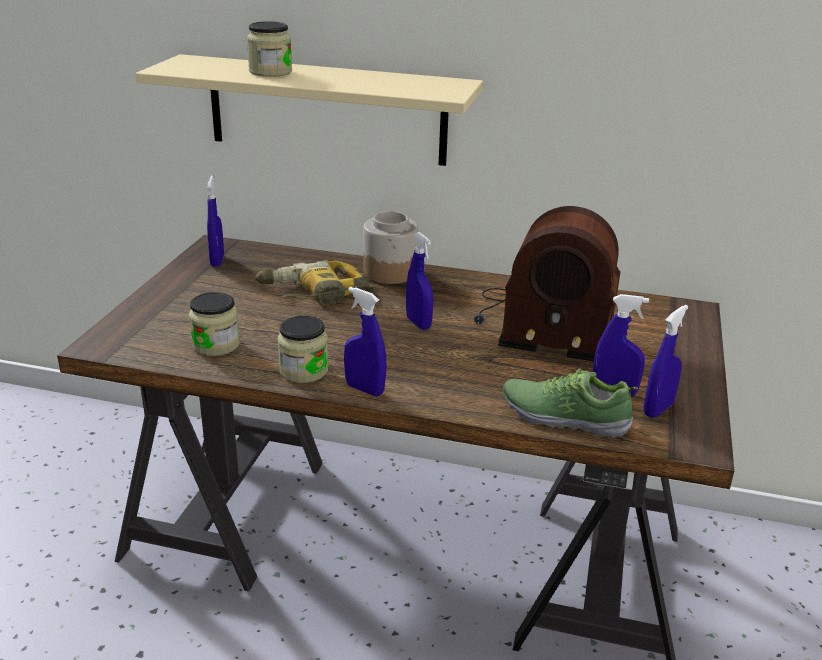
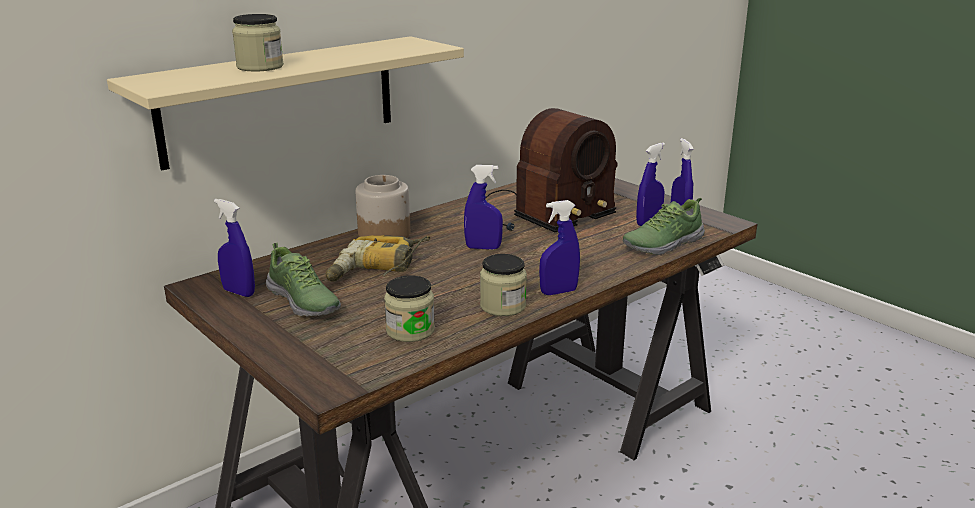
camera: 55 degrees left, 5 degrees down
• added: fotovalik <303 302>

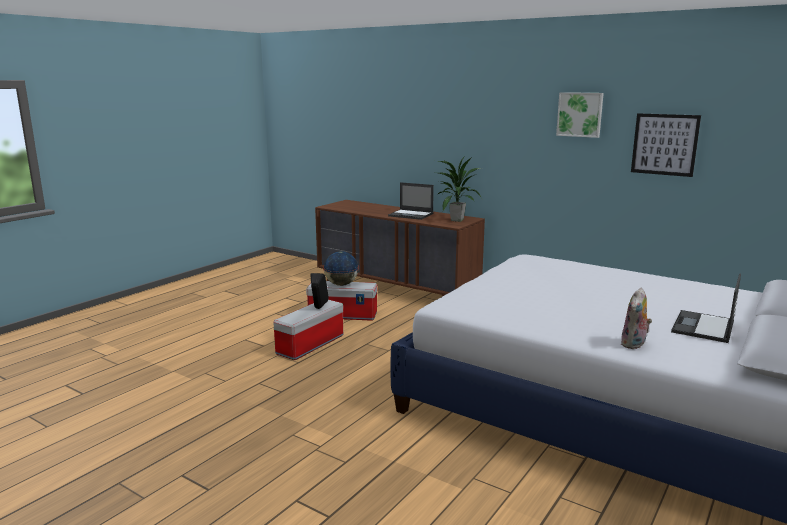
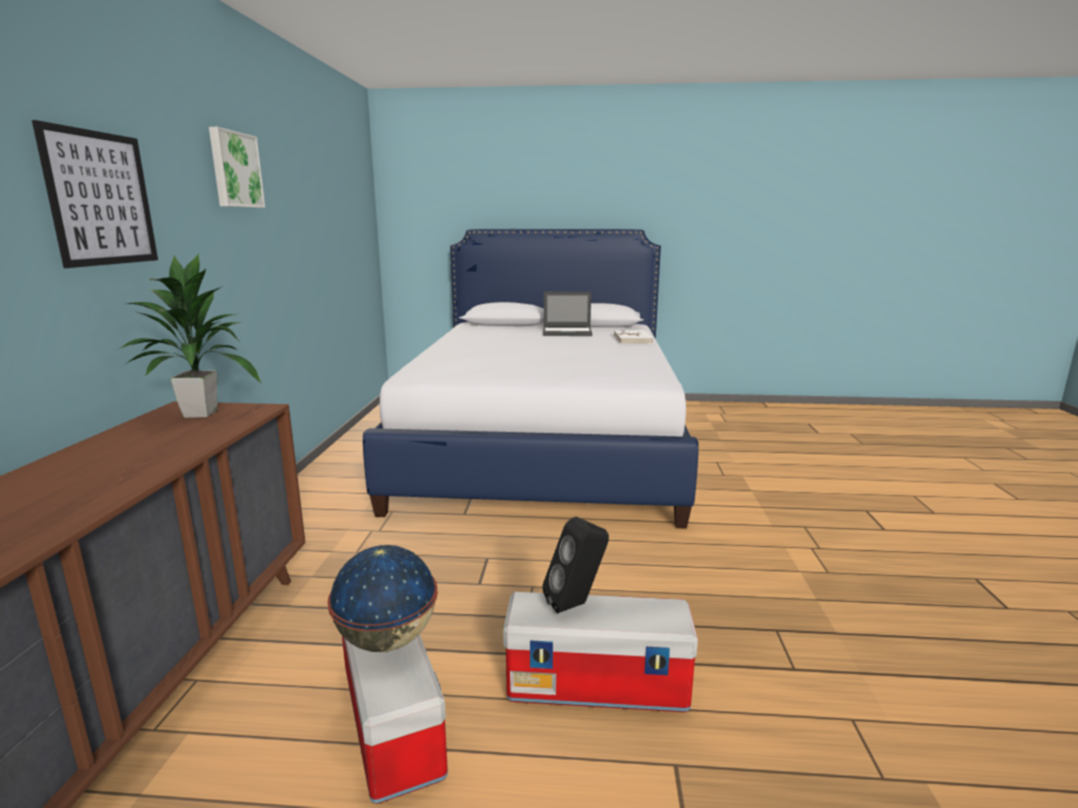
camera: 120 degrees left, 0 degrees up
• removed: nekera <411 215>
• replaced: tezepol <634 344> to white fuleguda <633 339>
• moved: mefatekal <664 144> to <101 199>

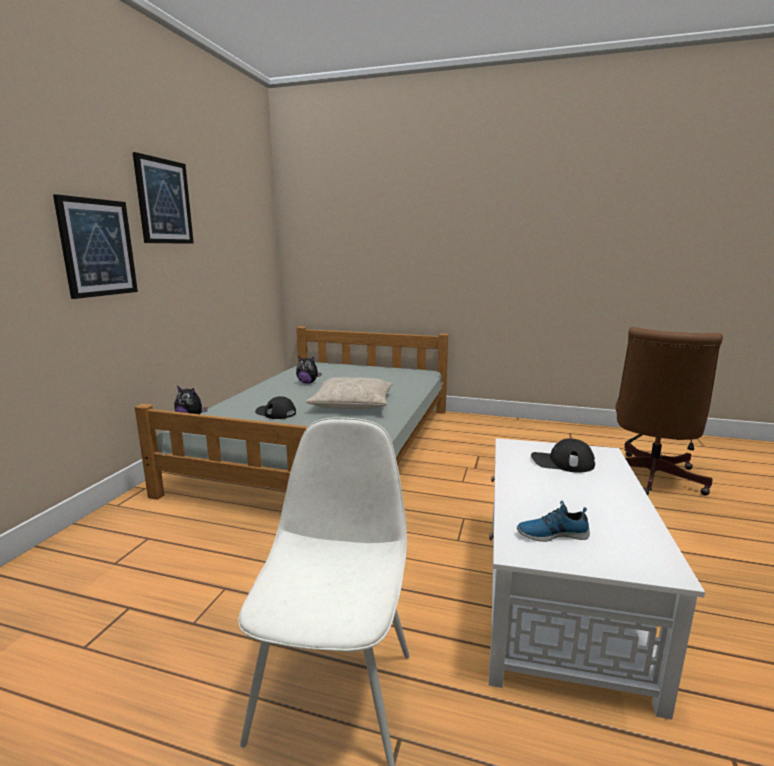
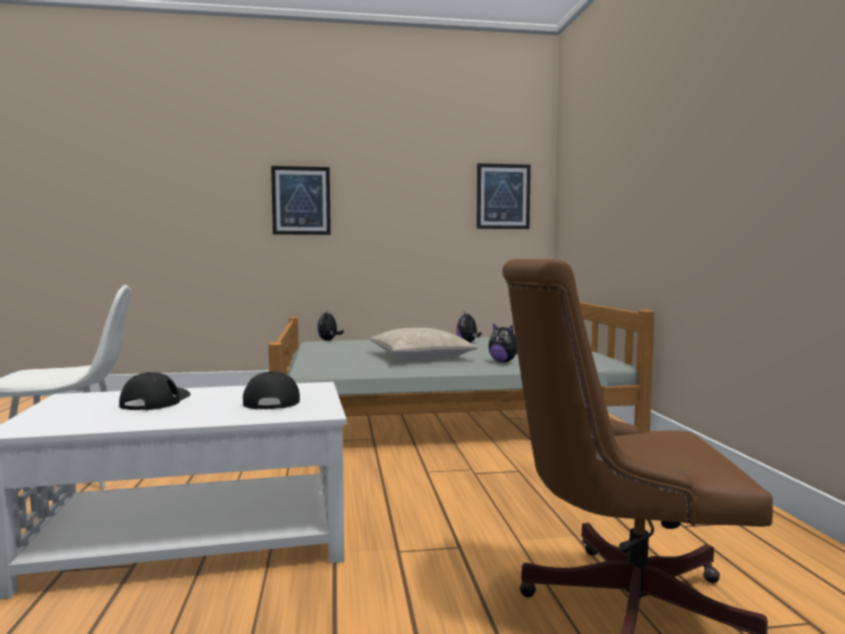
camera: 65 degrees right, 10 degrees down
• moved: mefatekal <164 201> to <503 196>
• moved: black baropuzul <275 413> to <156 401>
• removed: fotovalik <552 534>
• added: tezepol <503 362>

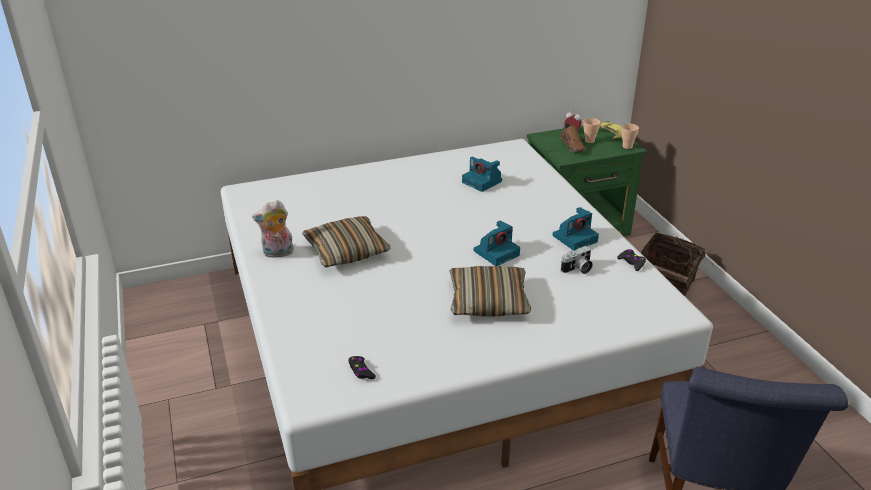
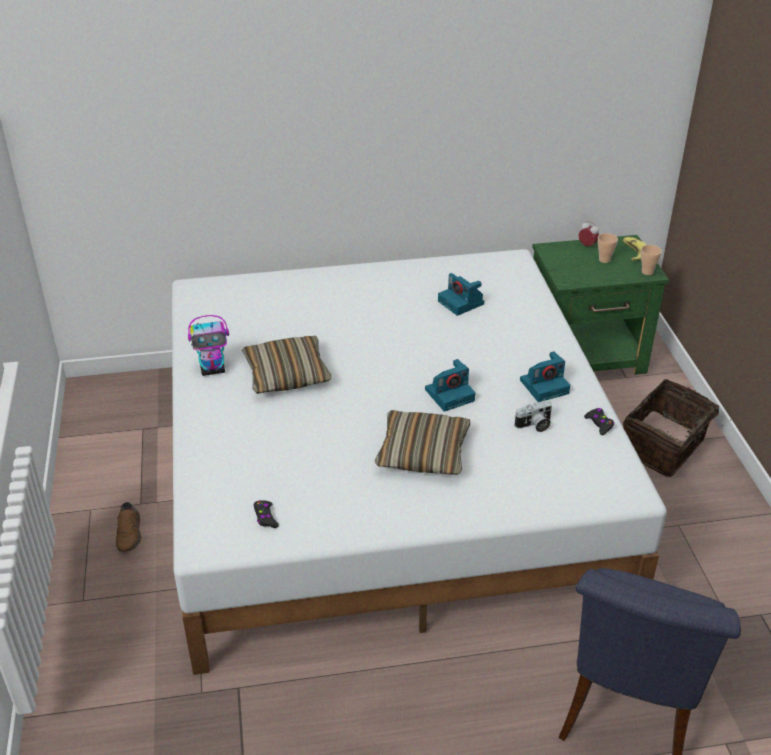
camera: 10 degrees right, 5 degrees up
• replaced: tezepol <277 253> to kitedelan <213 370>
• moved: brown fotovalik <573 145> to <130 533>

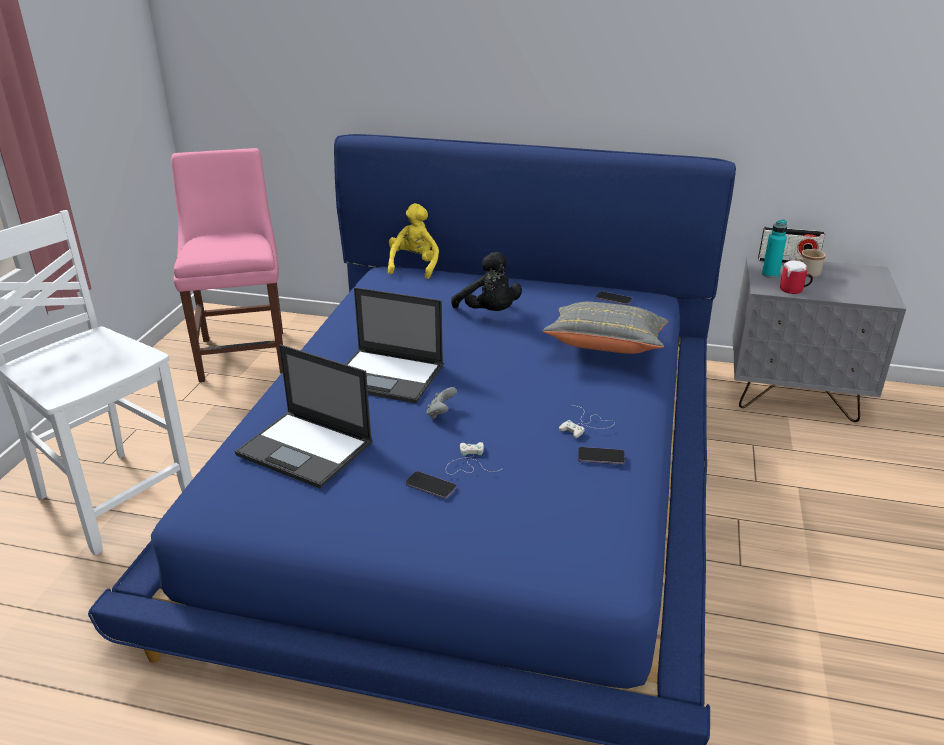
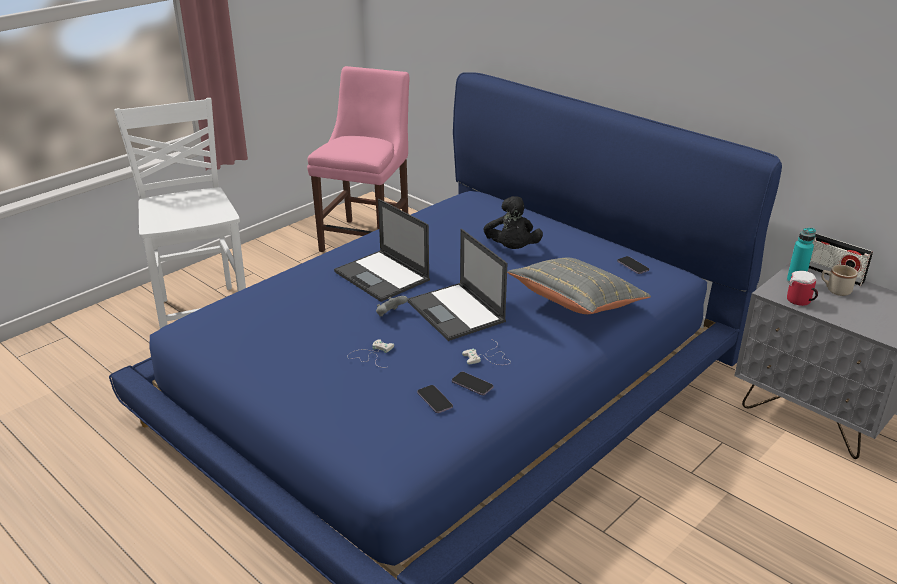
camera: 30 degrees right, 0 degrees up
• moved: nekera <306 449> to <457 312>
• removed: yellow tezepol <414 266>
• moved: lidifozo <430 486> to <434 400>

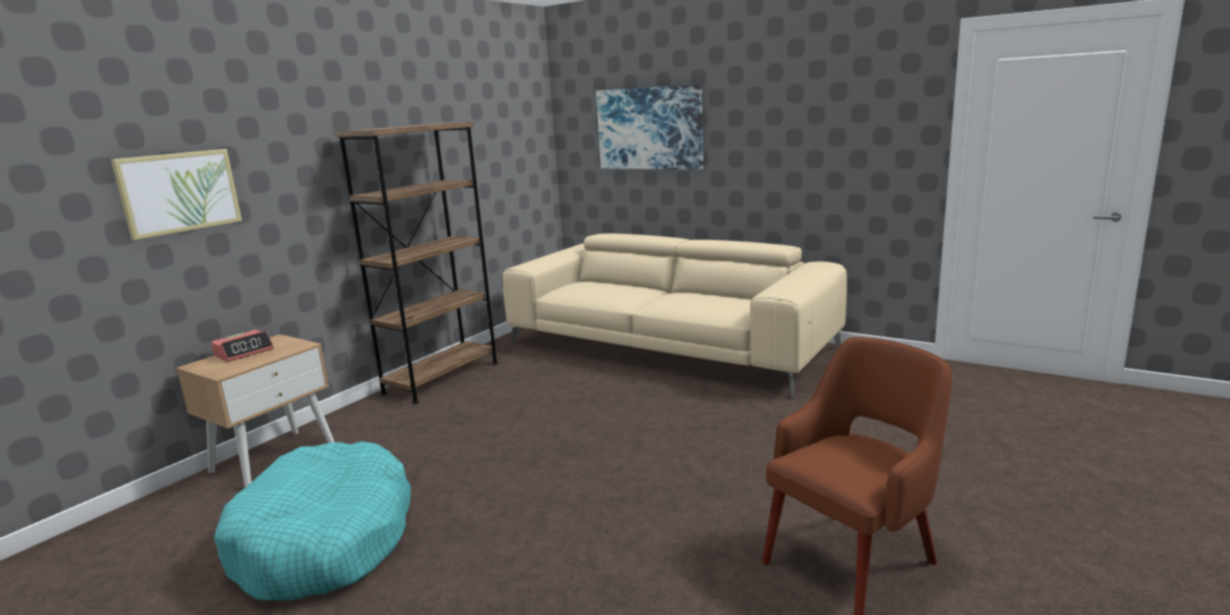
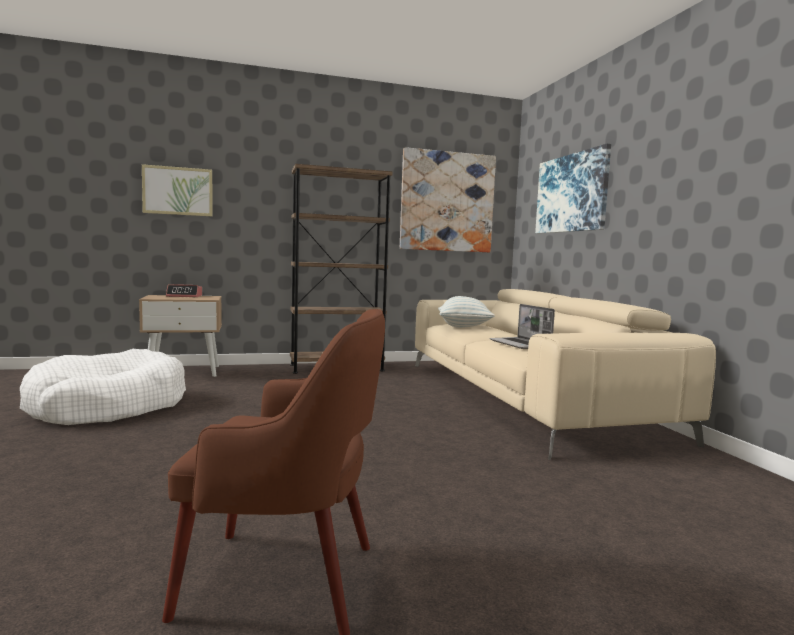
camera: 40 degrees right, 10 degrees down
• recoloured: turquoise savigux <325 541> to white savigux <108 406>
• added: mefatekal <447 202>
• added: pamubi <464 327>
• added: nekera <521 344>

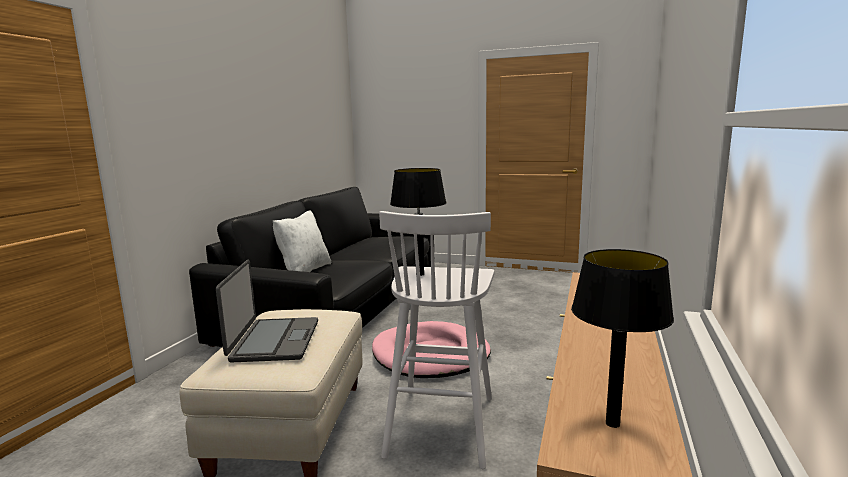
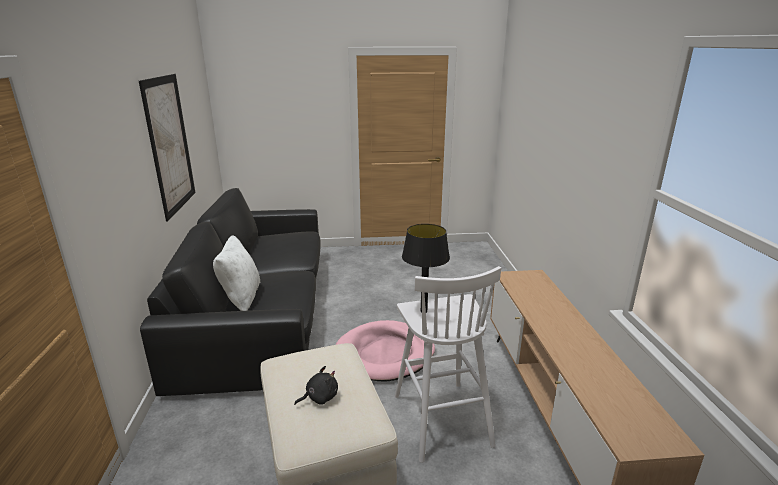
camera: 25 degrees left, 10 degrees up
• replaced: nekera <274 341> to black tezepol <319 397>
• removed: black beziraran <613 423>
• added: mefatekal <170 144>

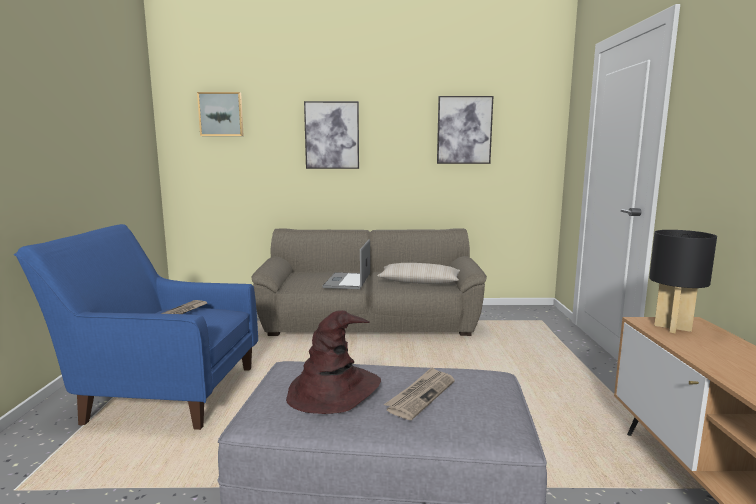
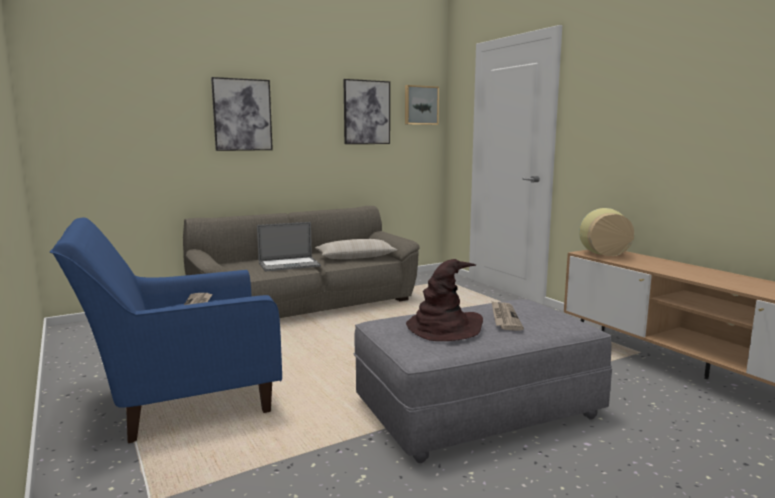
camera: 30 degrees left, 0 degrees up
• moved: mefatekal <221 114> to <420 105>
• turned: nekera <347 281> = <289 265> 90 degrees counterclockwise
• replaced: black beziraran <673 328> to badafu <602 254>

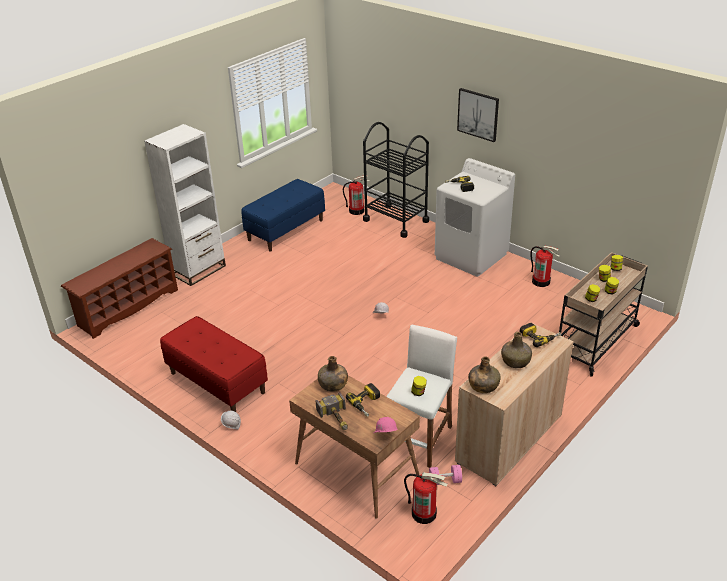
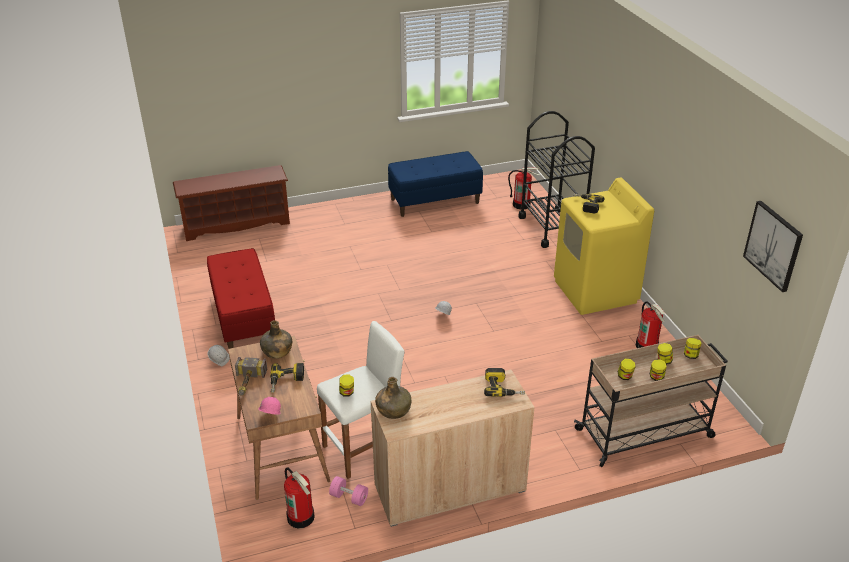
camera: 30 degrees right, 0 degrees up
• removed: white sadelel <198 270>
• recoloured: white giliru <471 256> to yellow giliru <595 291>
• moved: mefatekal <478 114> to <773 245>
• removed: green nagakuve <515 361>

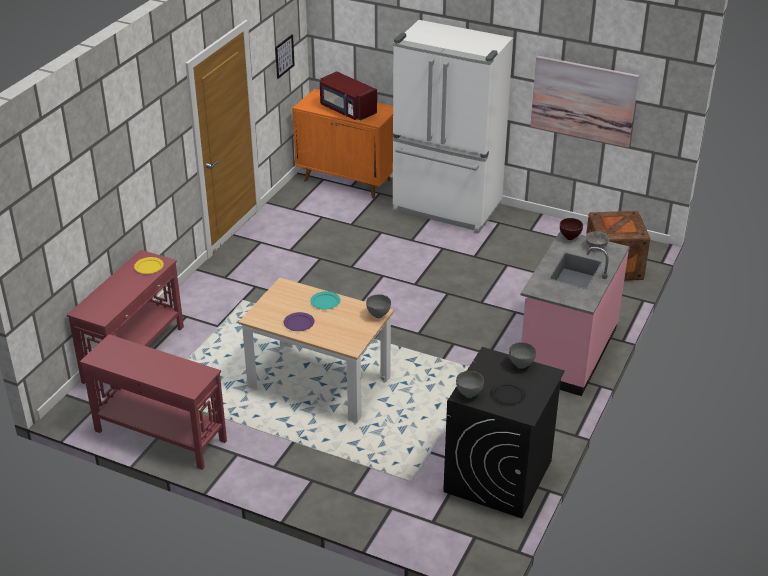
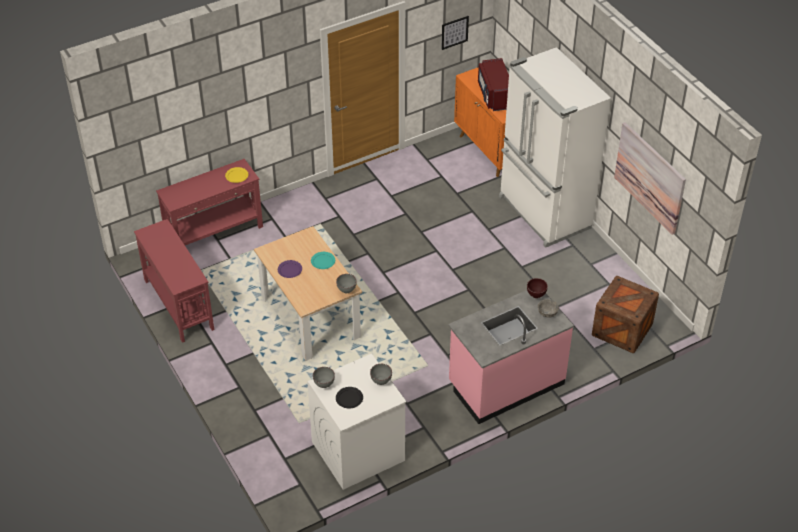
camera: 35 degrees right, 10 degrees up
• recoloured: black giliru <498 477> to white giliru <357 452>

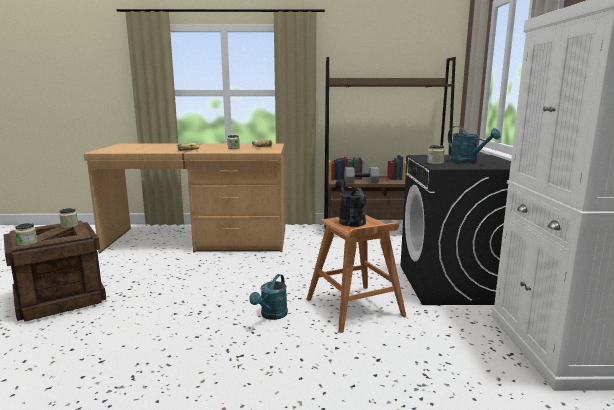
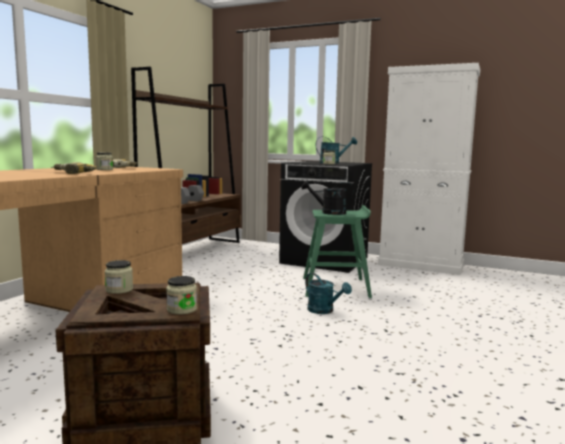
camera: 65 degrees left, 5 degrees down
• recoloured: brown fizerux <354 308> to green fizerux <336 287>

